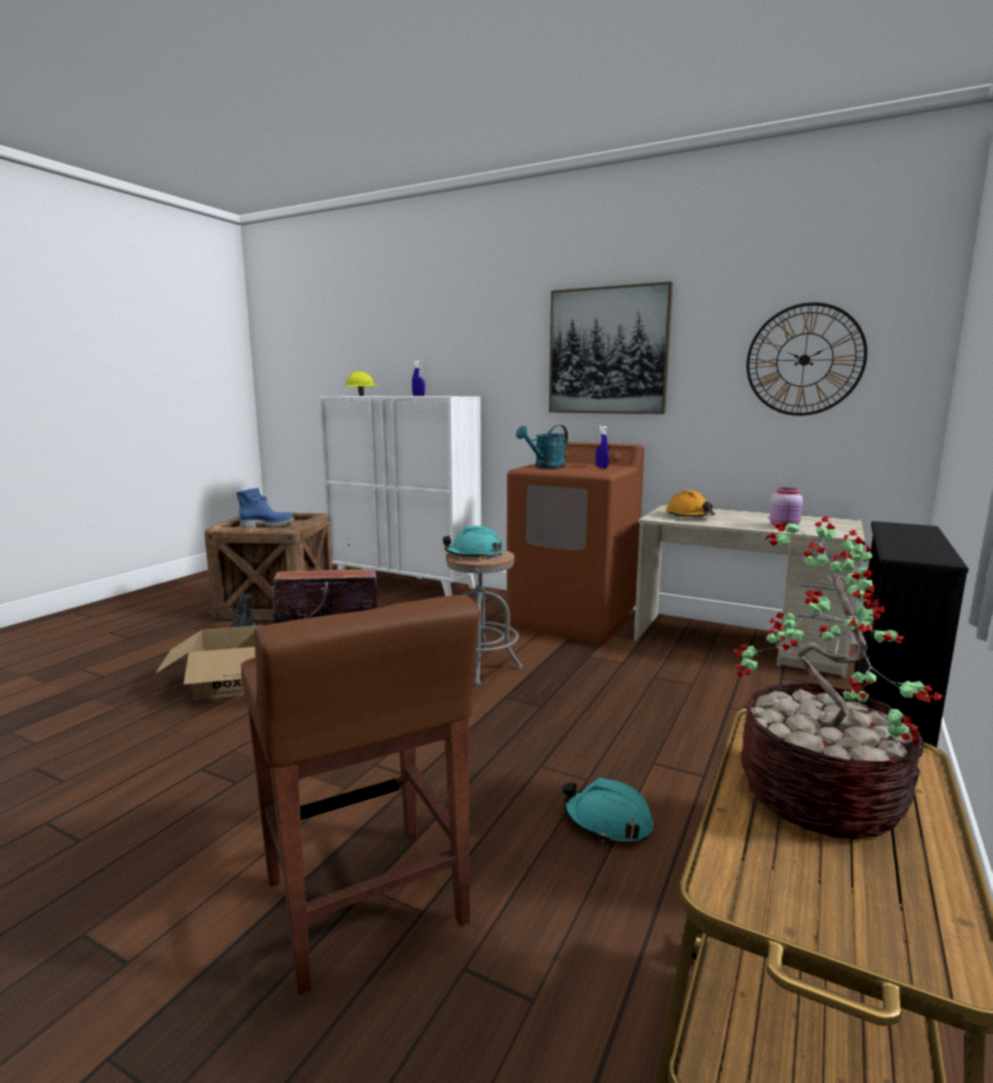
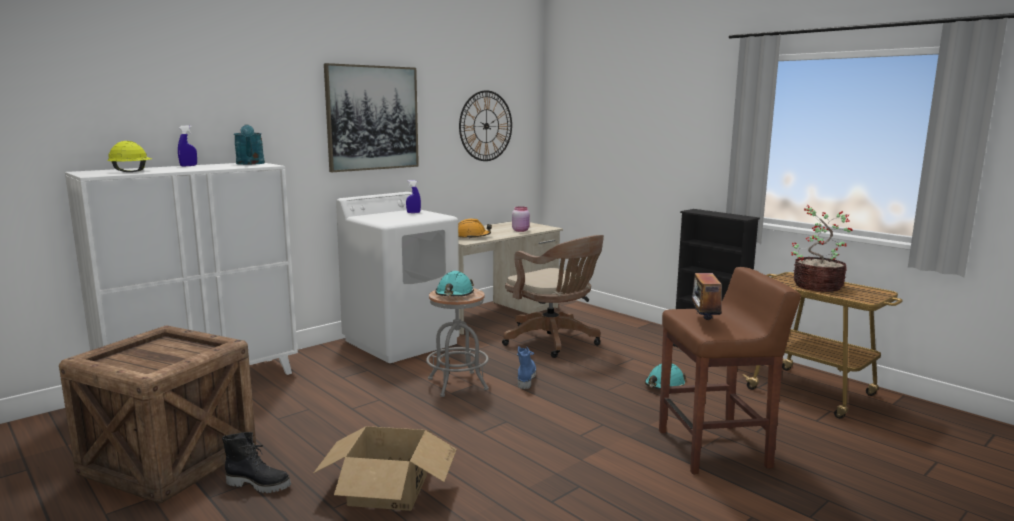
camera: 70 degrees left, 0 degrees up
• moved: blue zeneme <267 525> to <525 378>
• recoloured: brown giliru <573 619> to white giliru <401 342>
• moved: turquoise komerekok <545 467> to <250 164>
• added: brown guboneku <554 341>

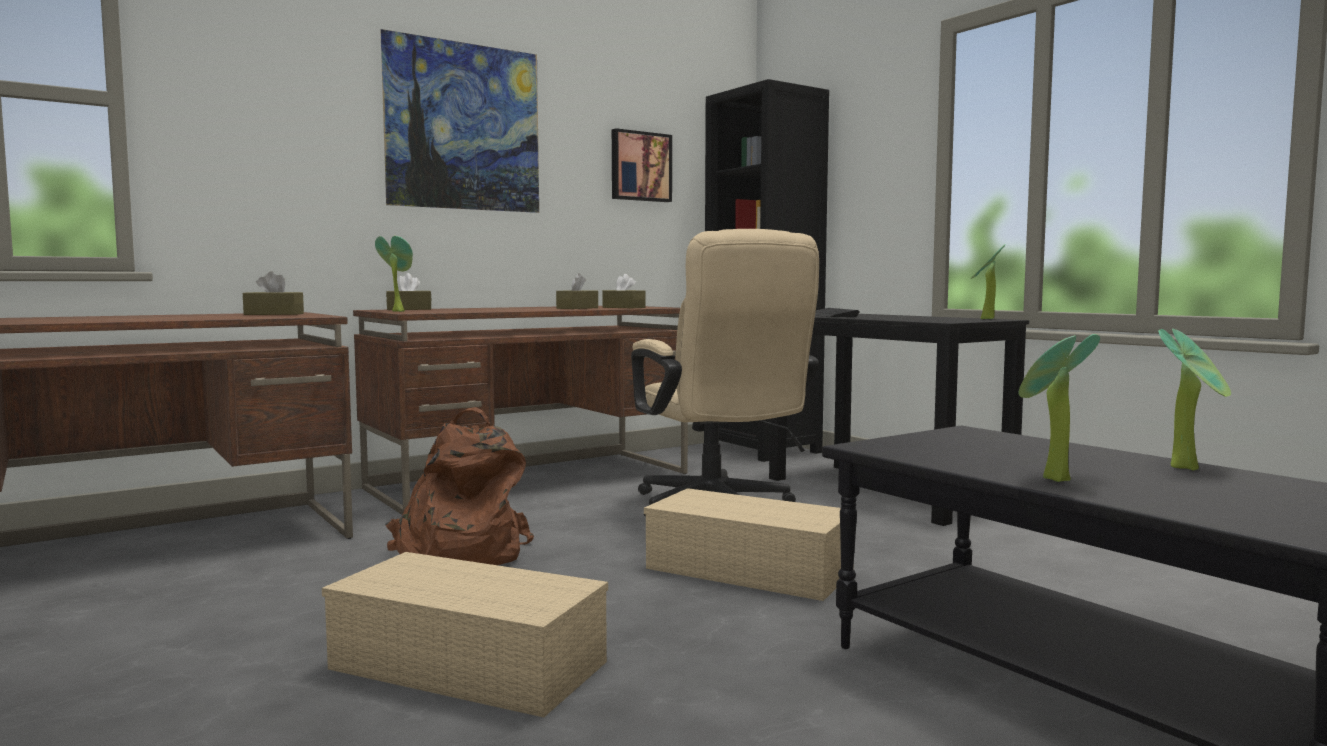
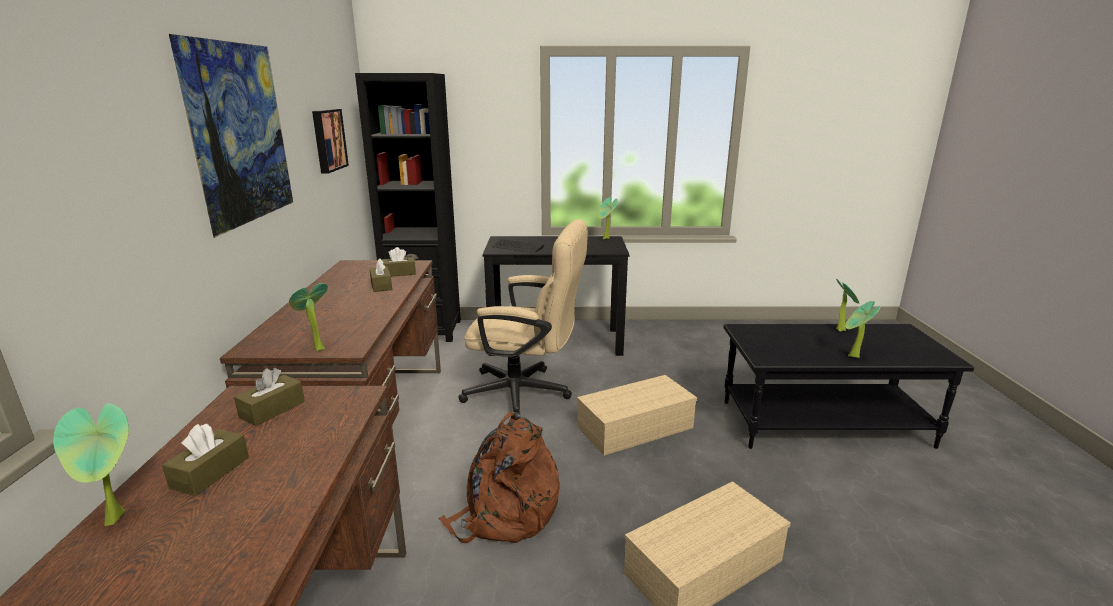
camera: 55 degrees left, 15 degrees up
• moved: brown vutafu <409 309> to <210 472>
• added: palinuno <118 519>

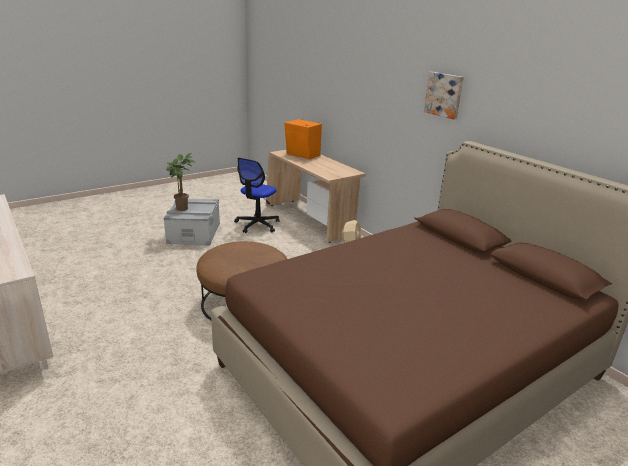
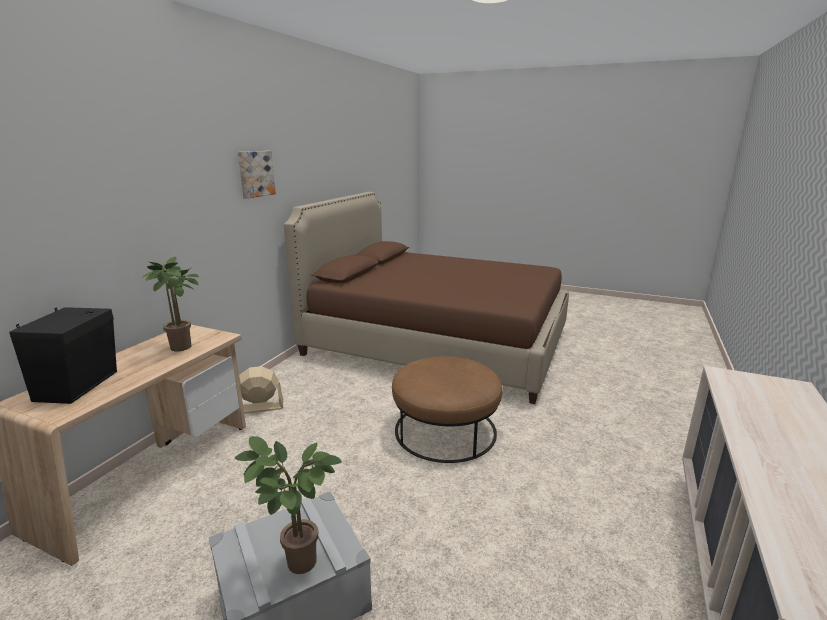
camera: 120 degrees left, 5 degrees down
• removed: guboneku <257 225>
• recoloured: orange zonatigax <303 155> to black zonatigax <81 385>
• added: palinuno <183 348>

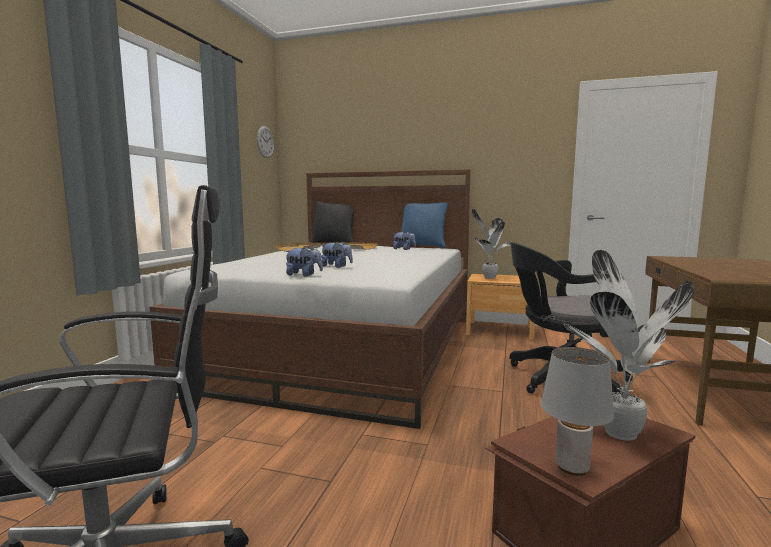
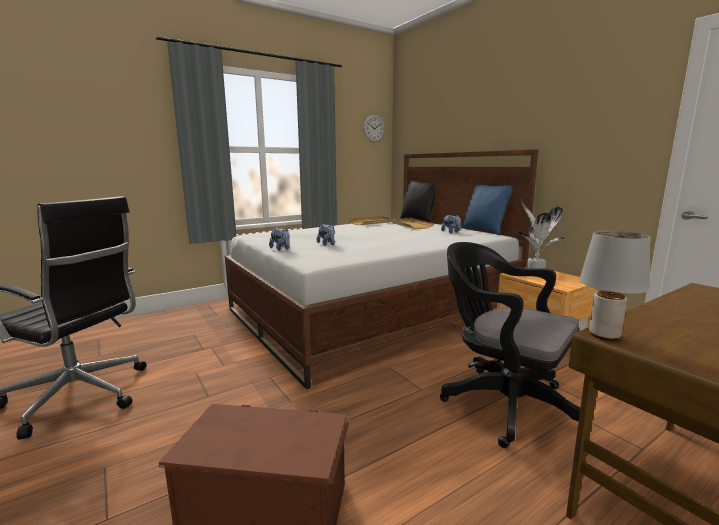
camera: 40 degrees right, 5 degrees up
• moved: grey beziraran <571 467> to <603 335>
• removed: palinuno <618 431>

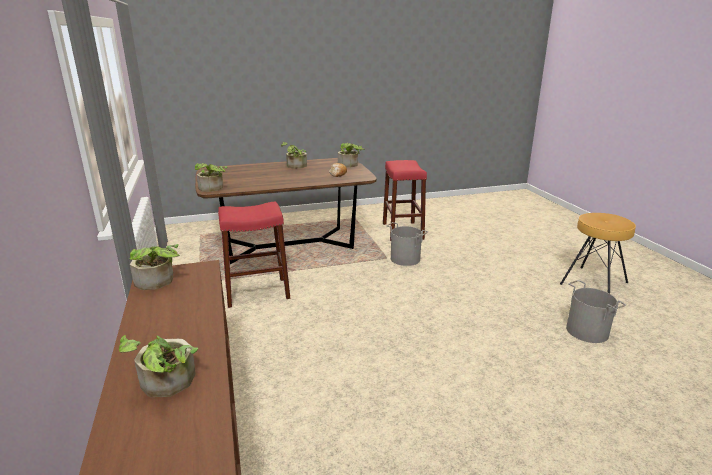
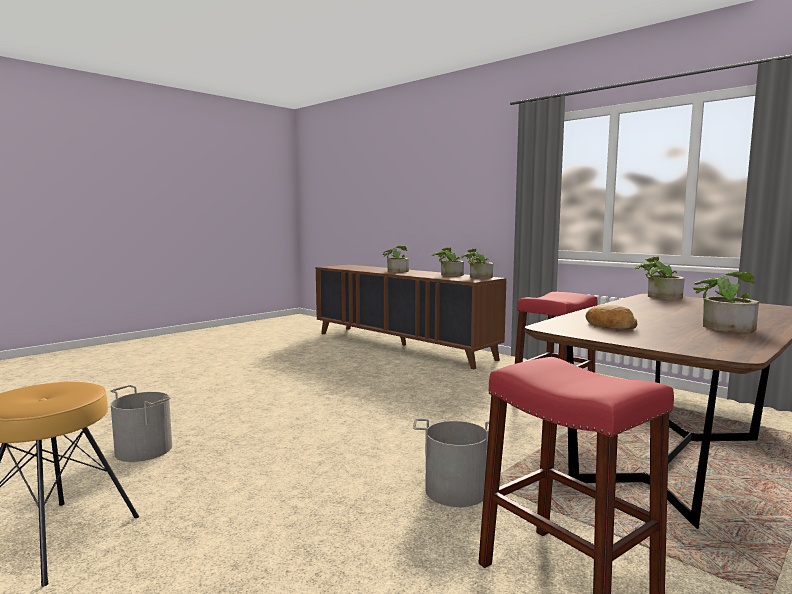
camera: 150 degrees right, 15 degrees down
• moved: palinuno <350 165> to <448 275>

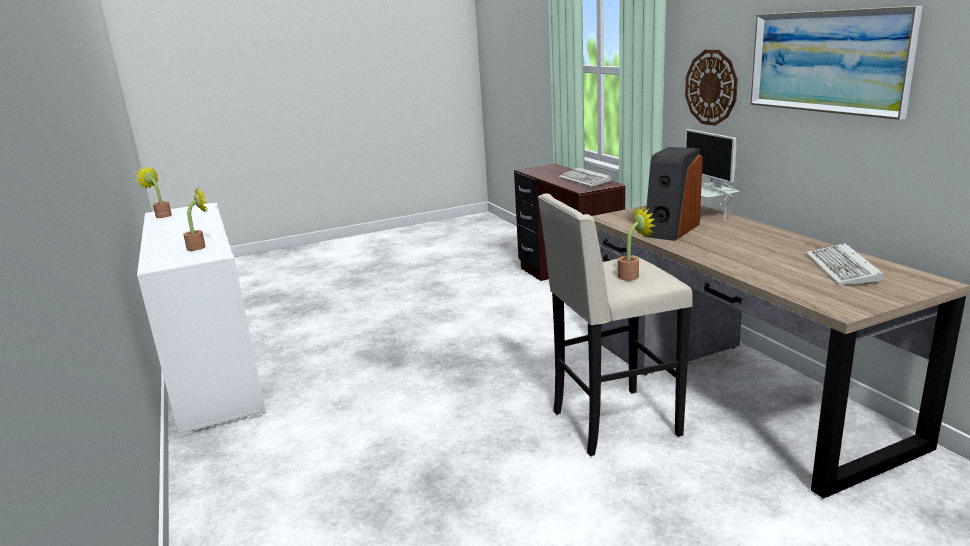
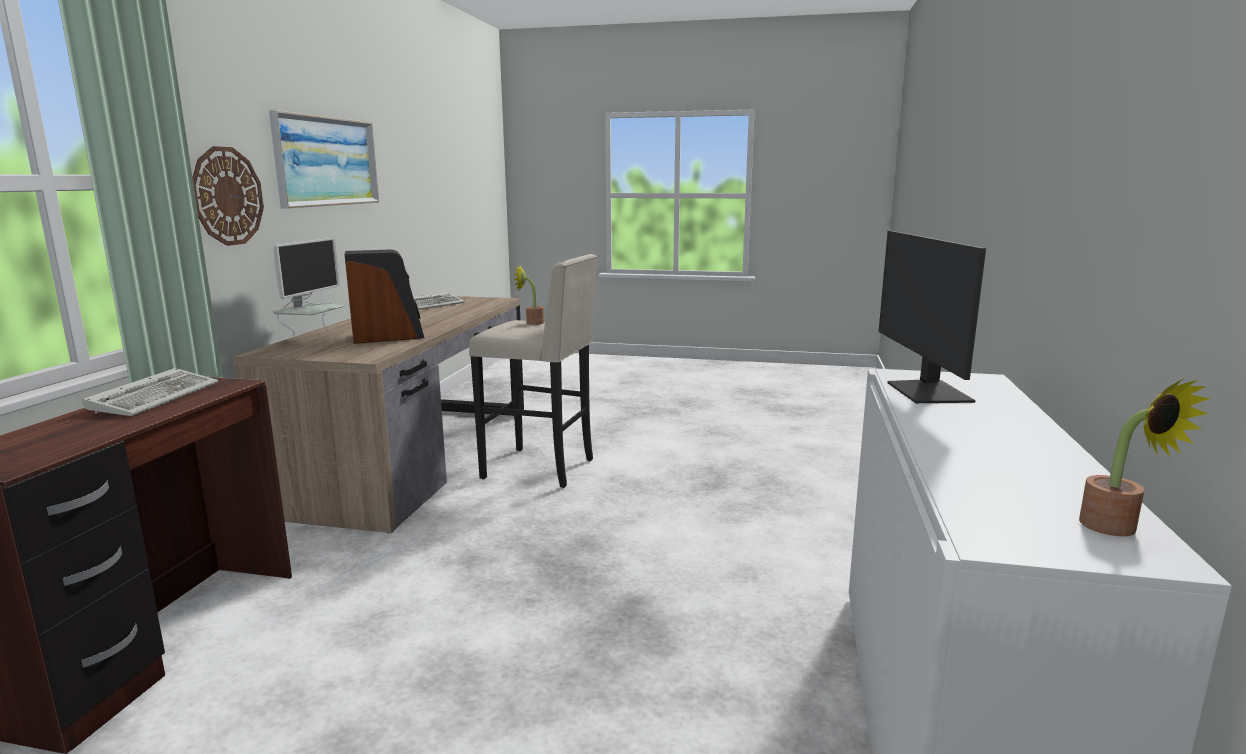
camera: 145 degrees left, 5 degrees down
• replaced: palinuno <200 247> to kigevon <926 392>

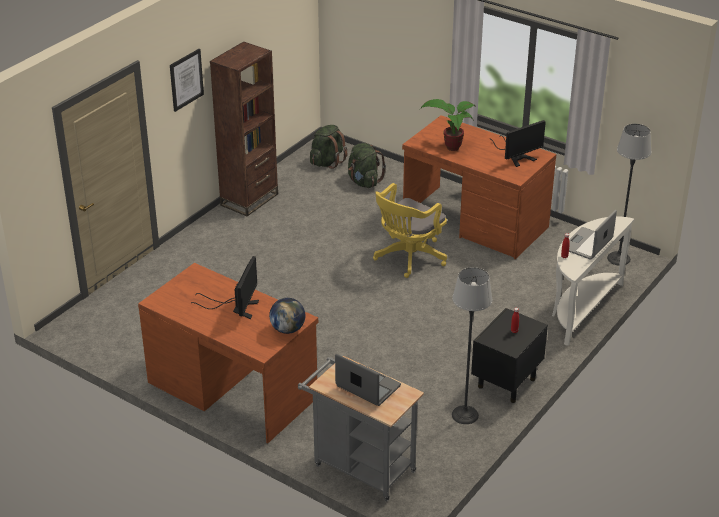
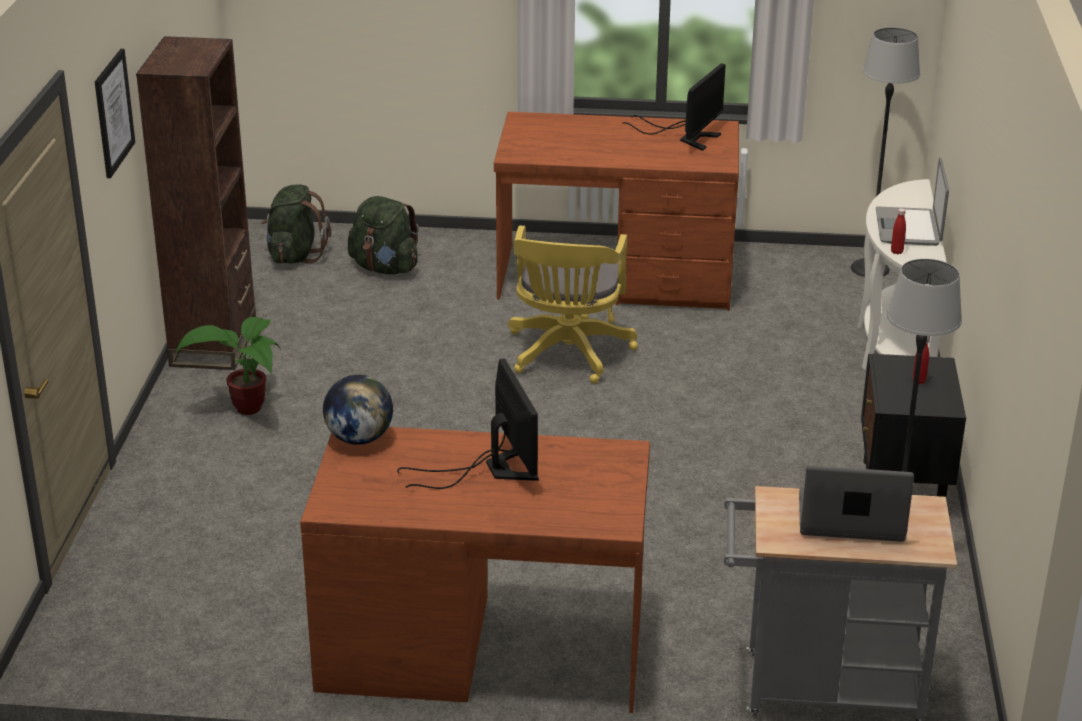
camera: 30 degrees left, 5 degrees down
• moved: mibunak <287 329> to <359 438>
• moved: palinuno <450 147> to <244 410>

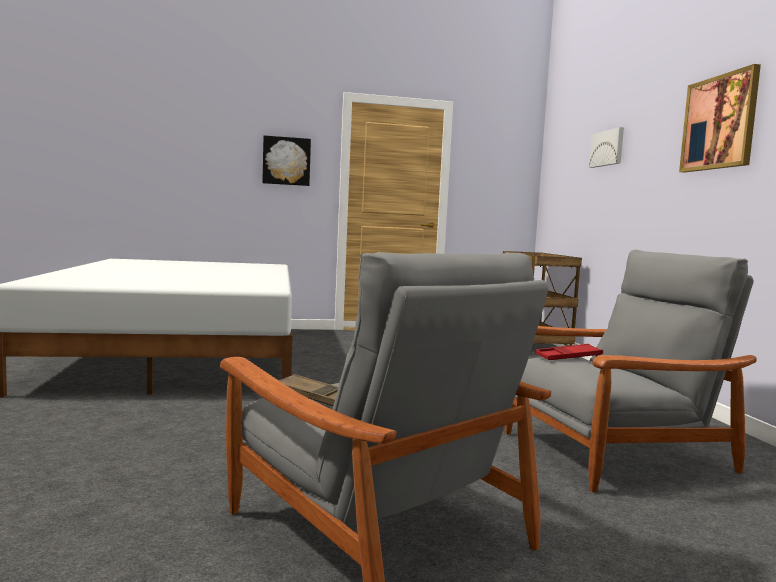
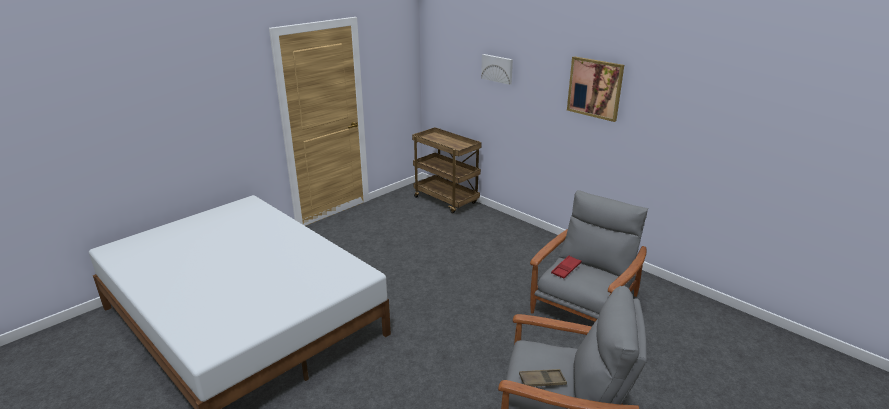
camera: 35 degrees left, 20 degrees up
• removed: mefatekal <286 161>

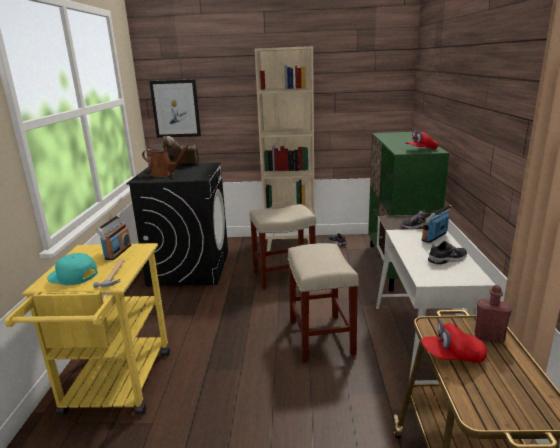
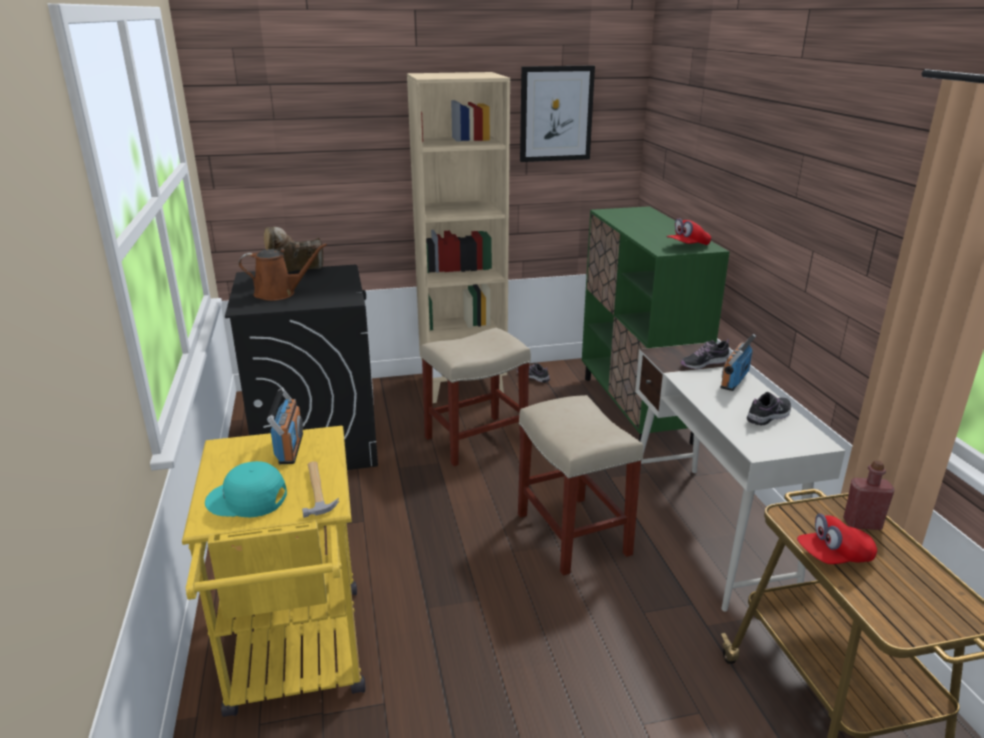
camera: 15 degrees left, 5 degrees up
• moved: mefatekal <176 109> to <556 114>

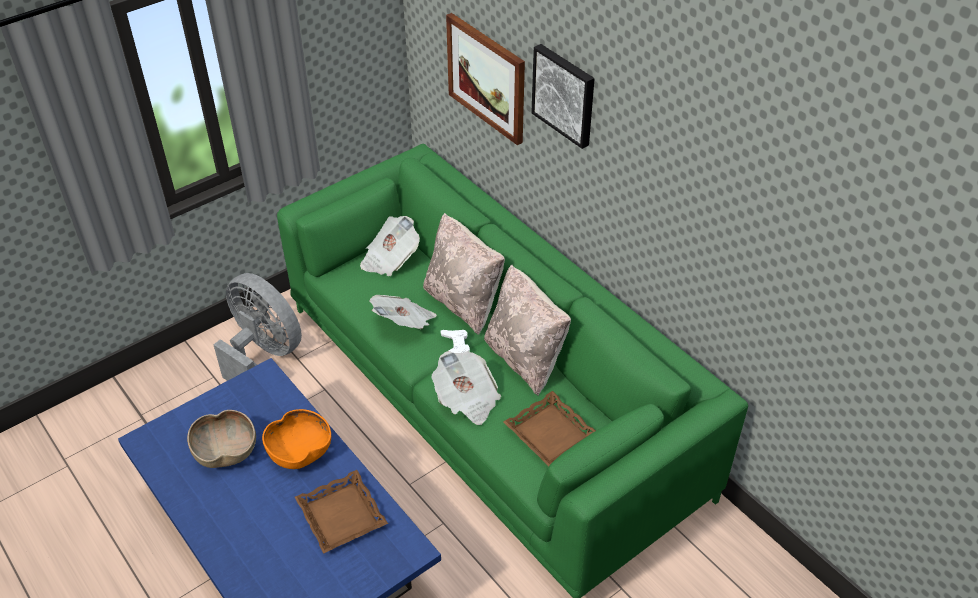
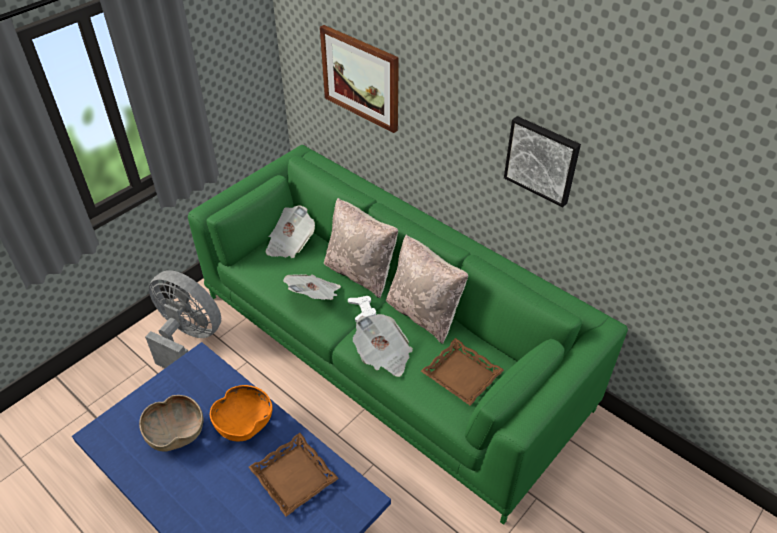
camera: 10 degrees left, 0 degrees up
• moved: mefatekal <565 94> to <542 160>

